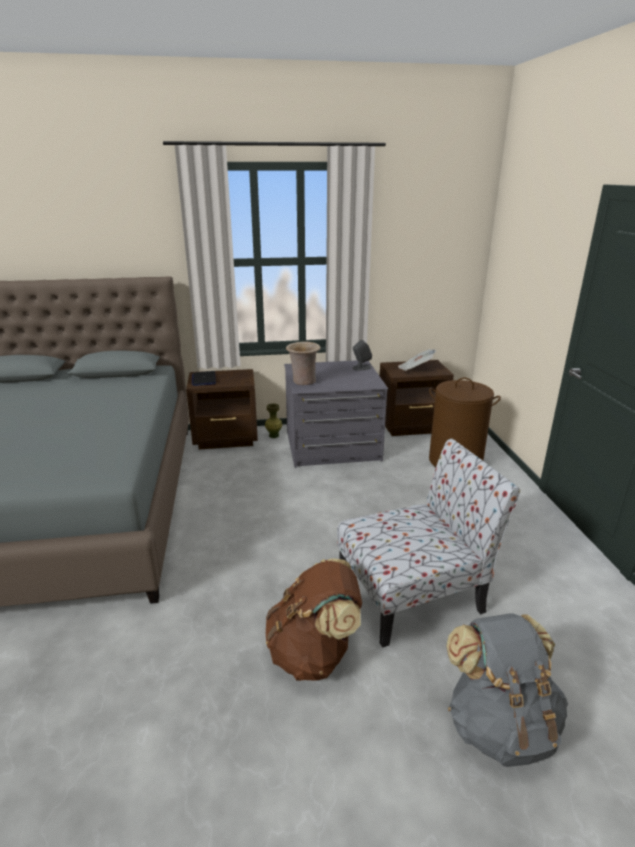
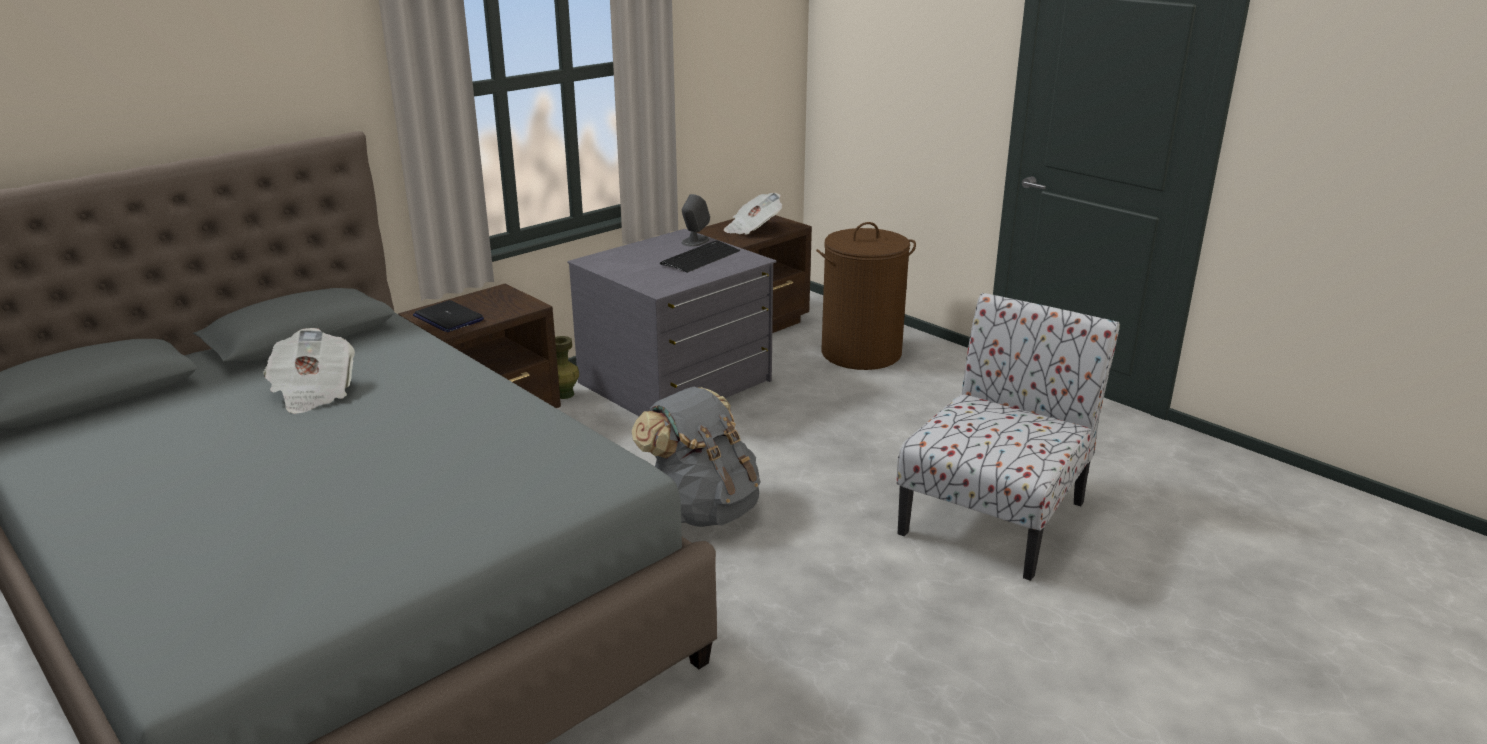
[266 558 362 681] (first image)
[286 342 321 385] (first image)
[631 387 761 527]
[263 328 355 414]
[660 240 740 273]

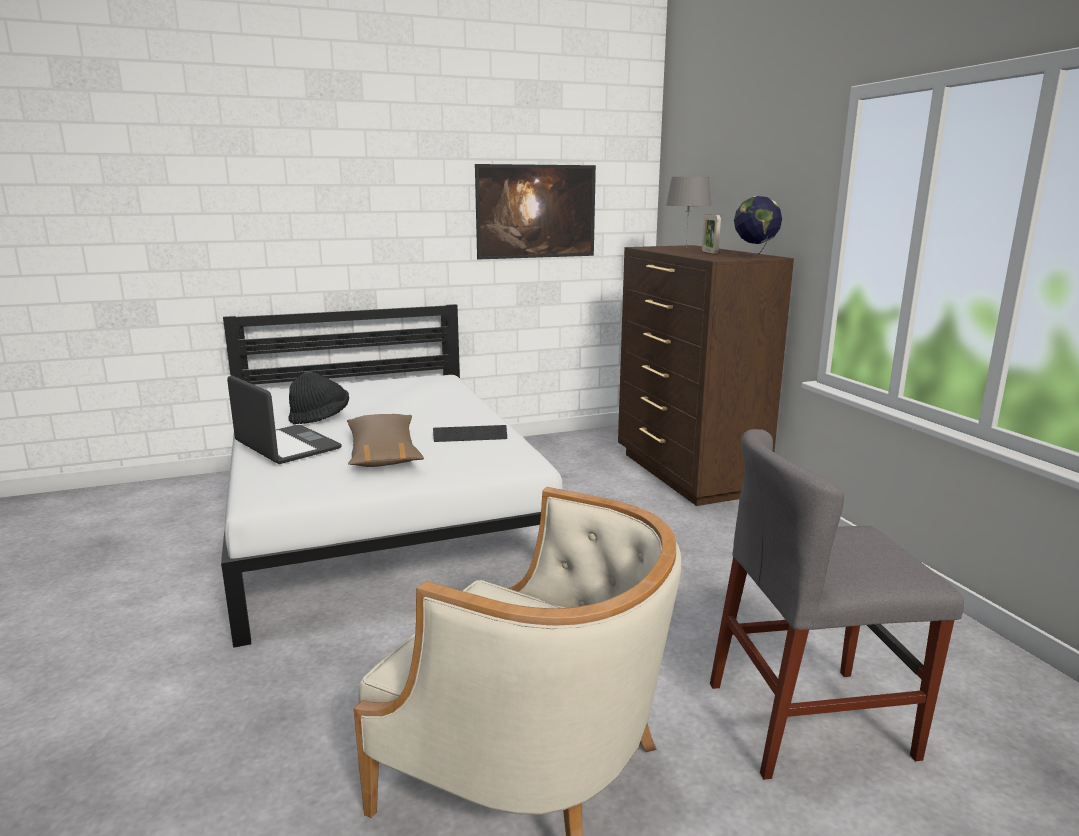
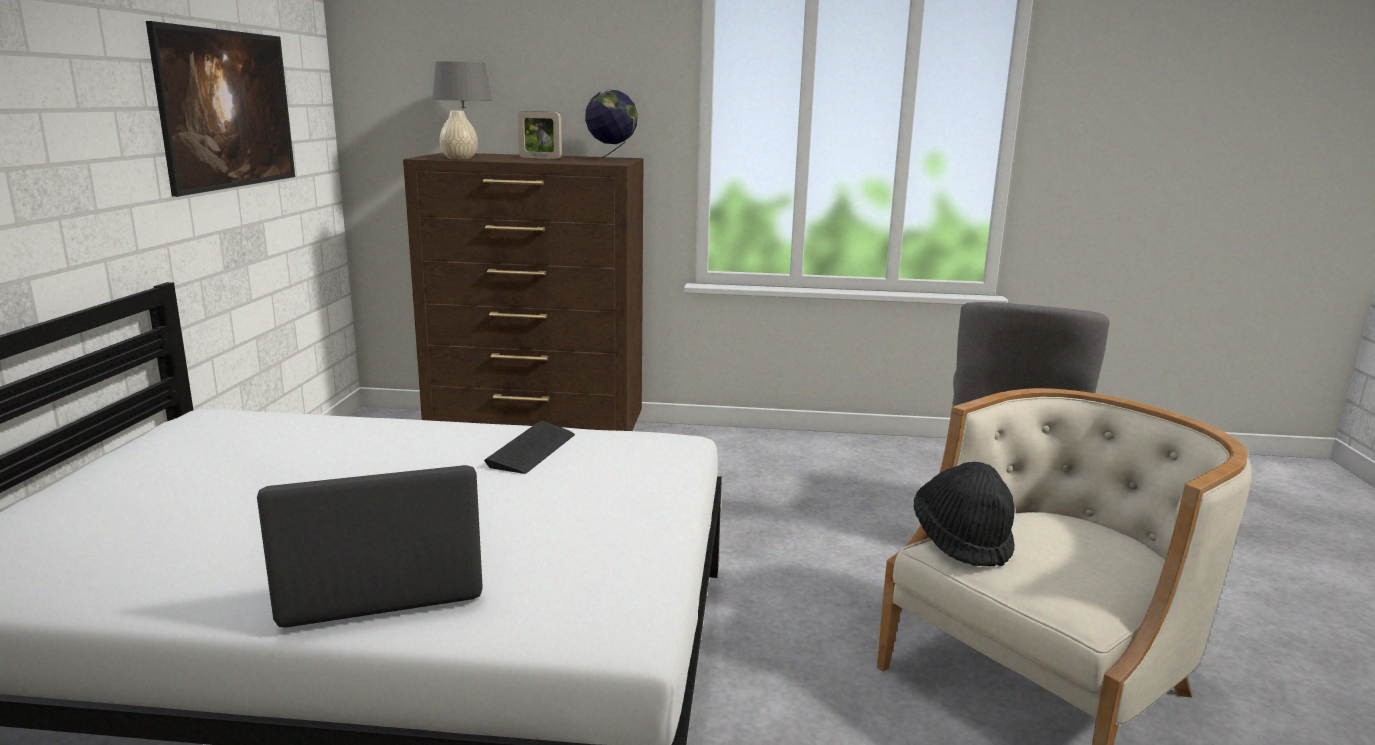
[914 462 1015 567]
[347 414 424 467] (first image)
[439 110 478 160]

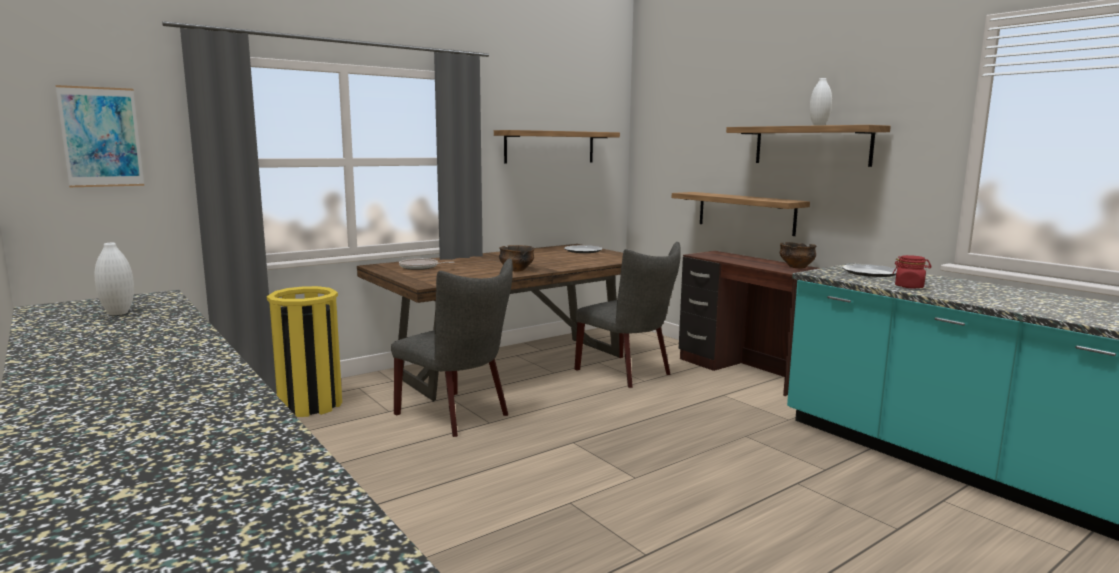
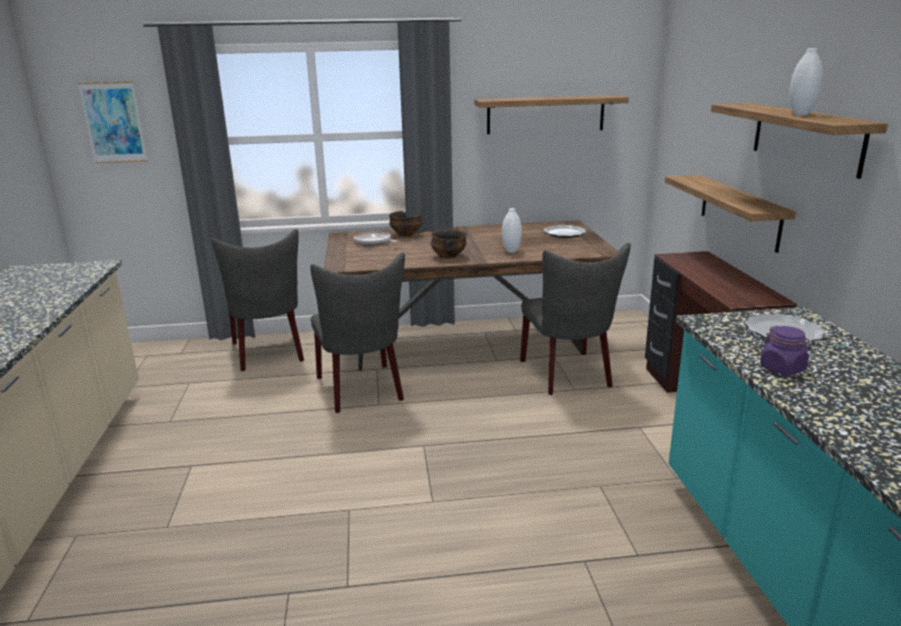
[502 208 522 253]
[212 229 304 371]
[389 211 422 237]
[760 326 812 376]

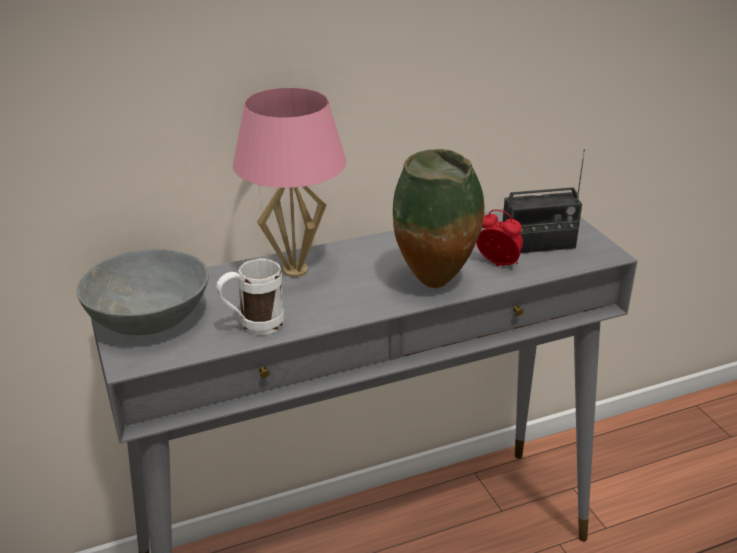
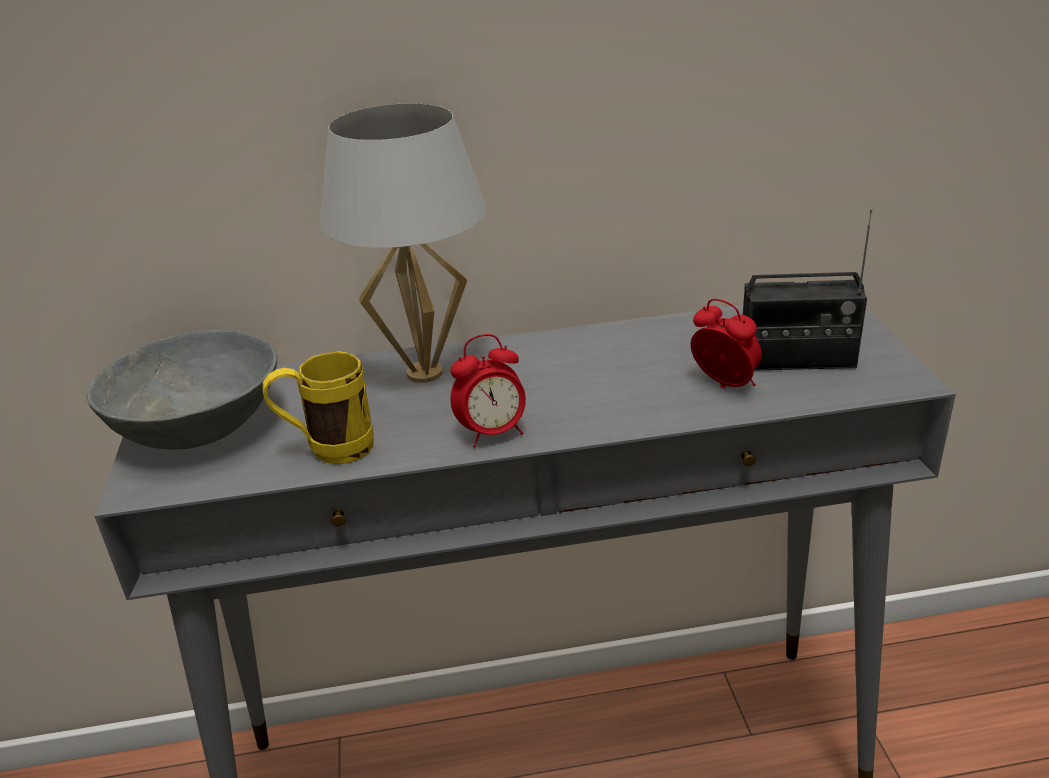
[262 351 374 464]
[319 103 487 383]
[393 149 484 288] (first image)
[450 334 526 448]

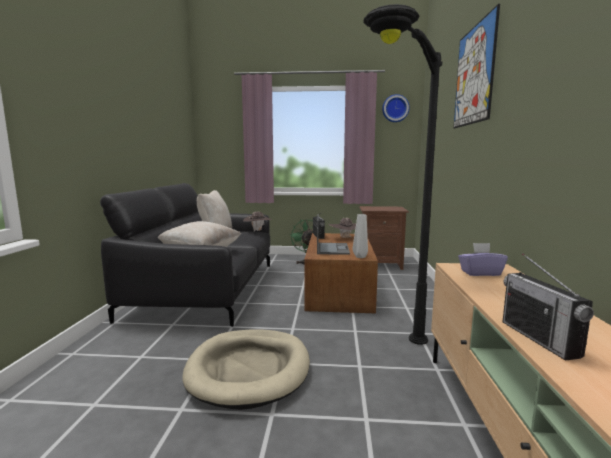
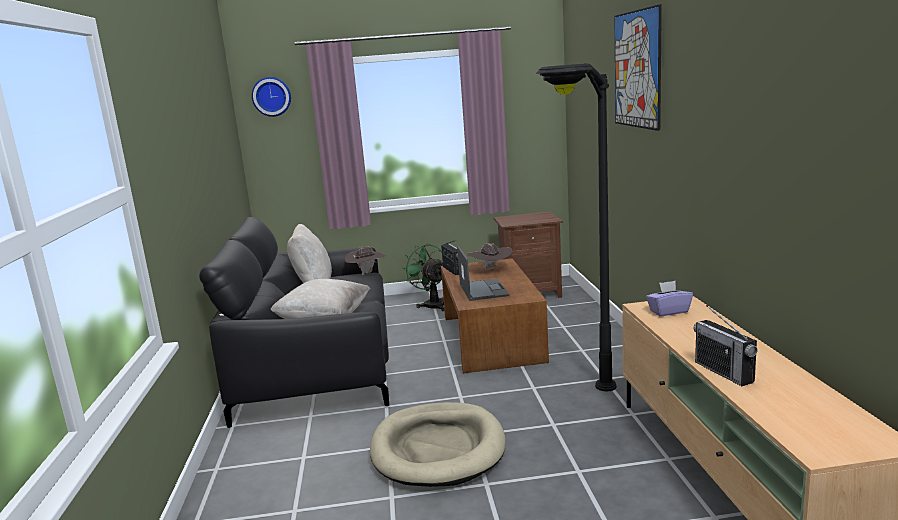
[352 214 368 258] (first image)
[252 77 291 117]

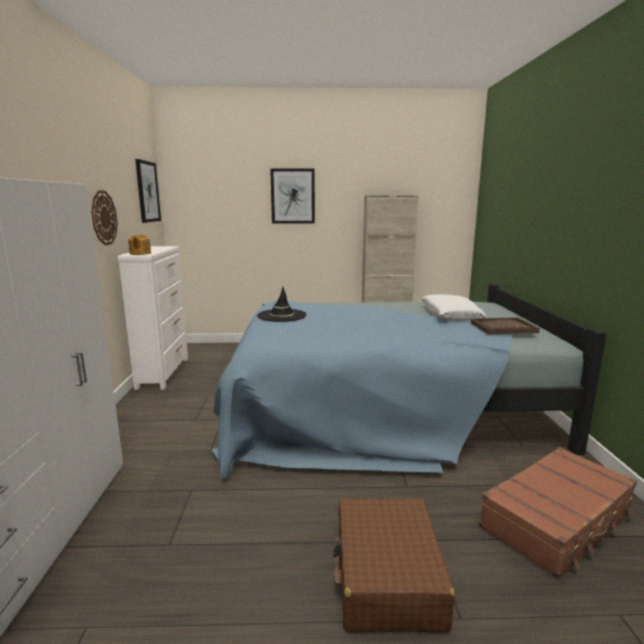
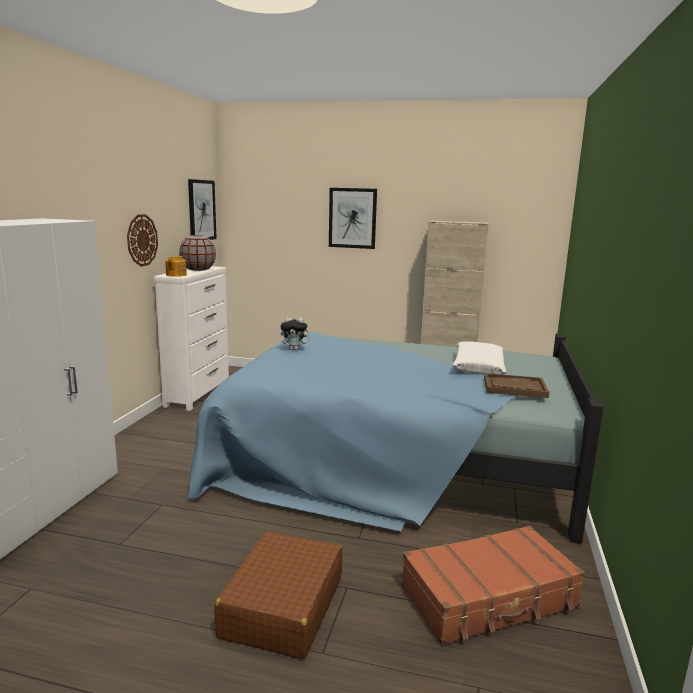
[280 317 311 350]
[179 235 216 271]

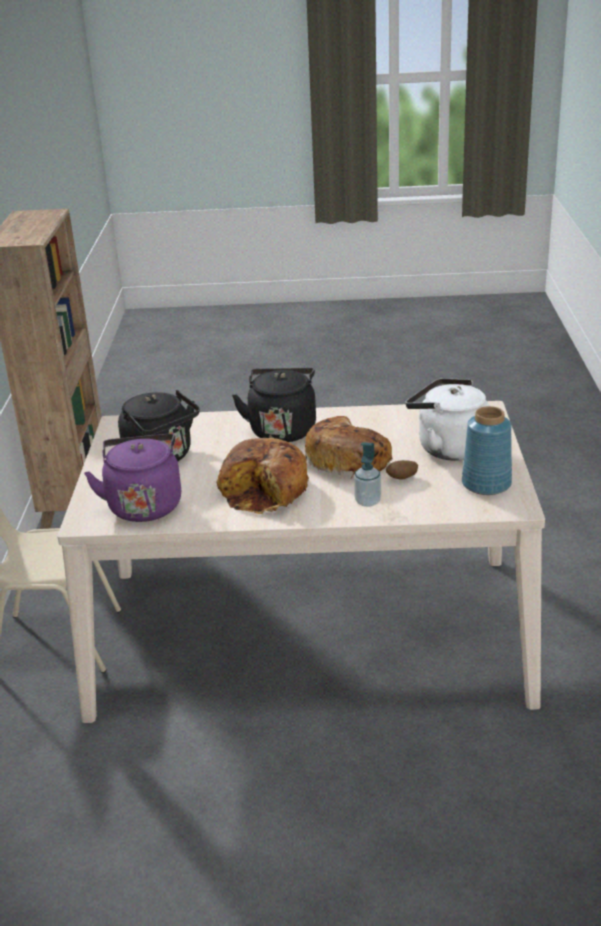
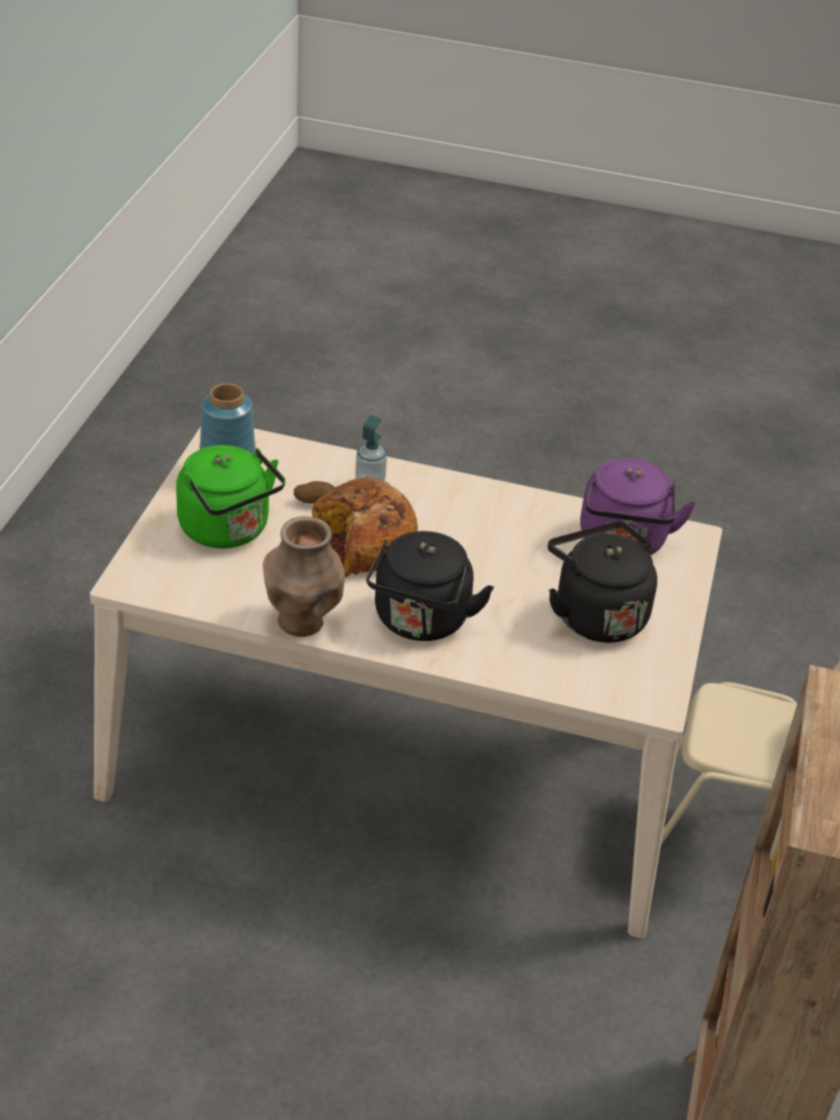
[216 438 309 514] (first image)
[176 445 285 548]
[263 516 345 637]

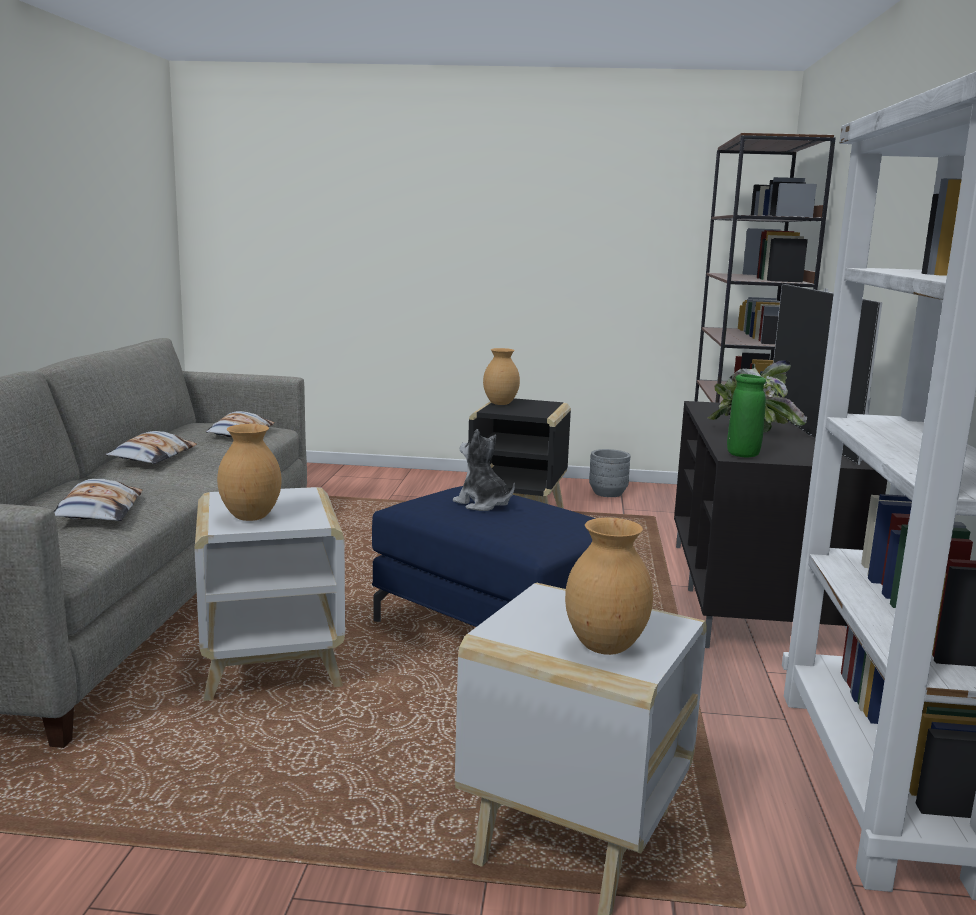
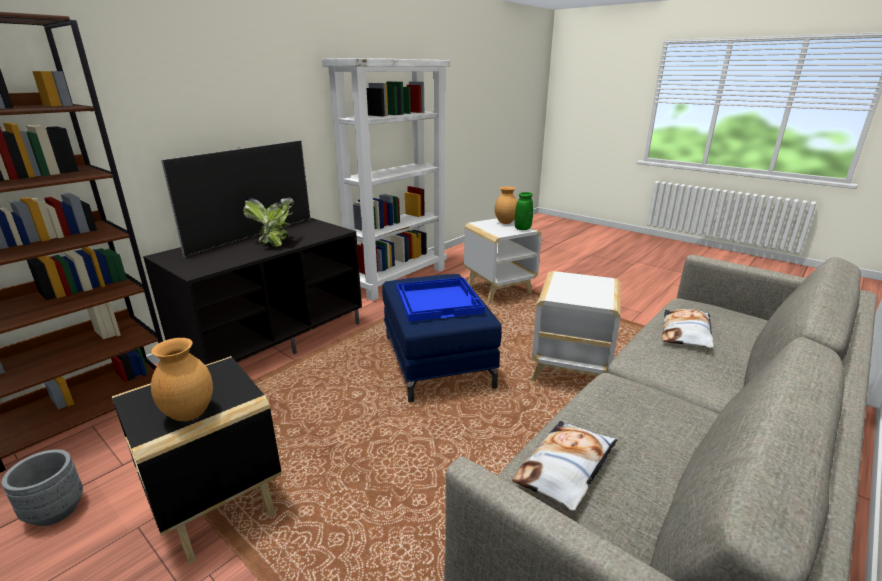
[106 431 197 464] (first image)
[217 424 281 521] (first image)
[397 277 485 322]
[515 192 533 230]

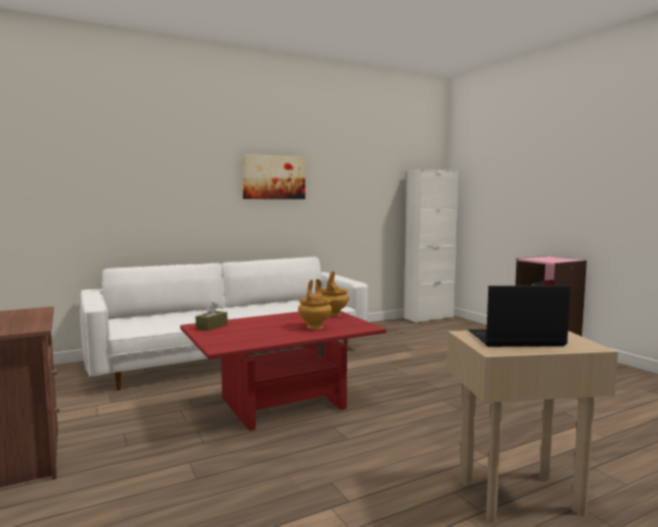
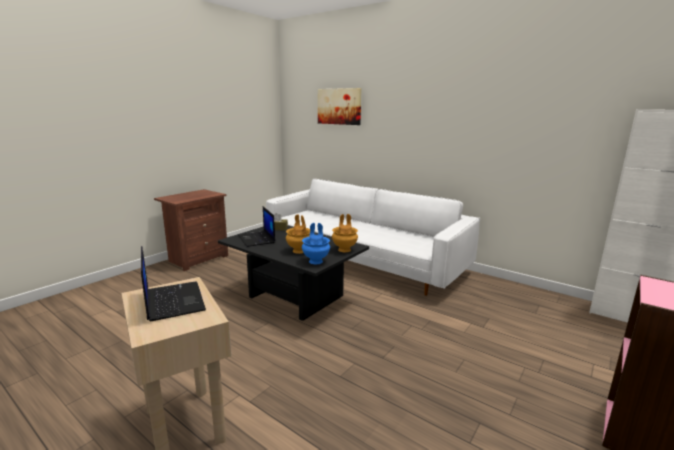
[218 226 369 321]
[318 88 362 125]
[238 207 275 247]
[302 223 330 264]

